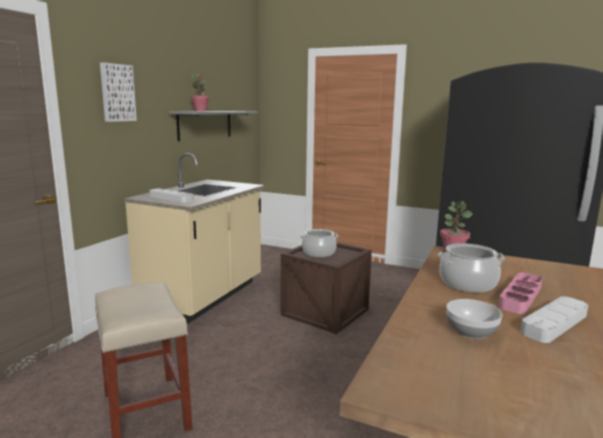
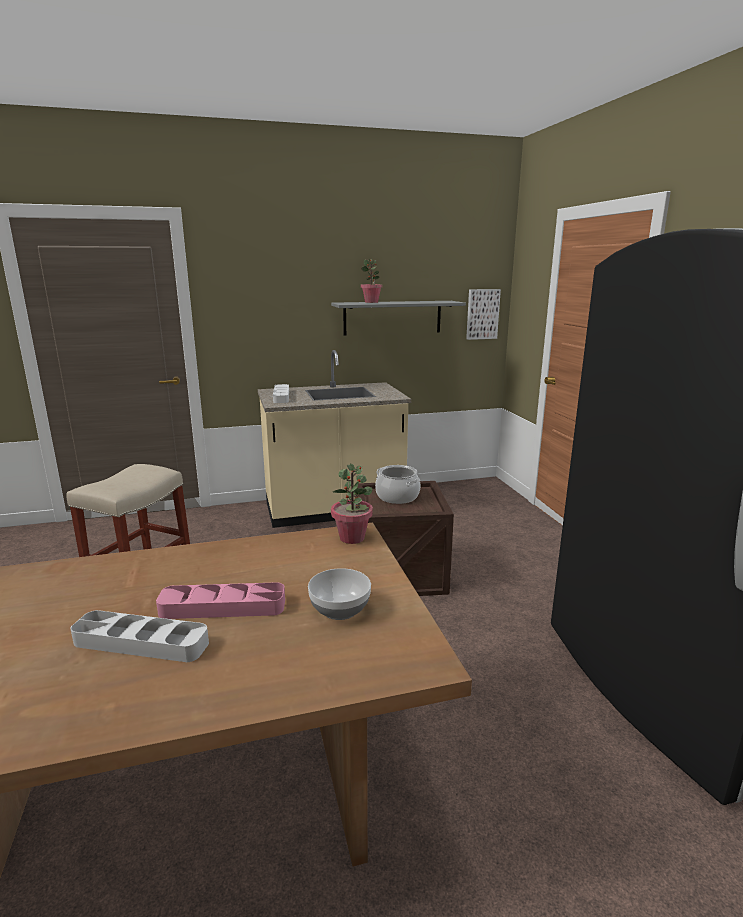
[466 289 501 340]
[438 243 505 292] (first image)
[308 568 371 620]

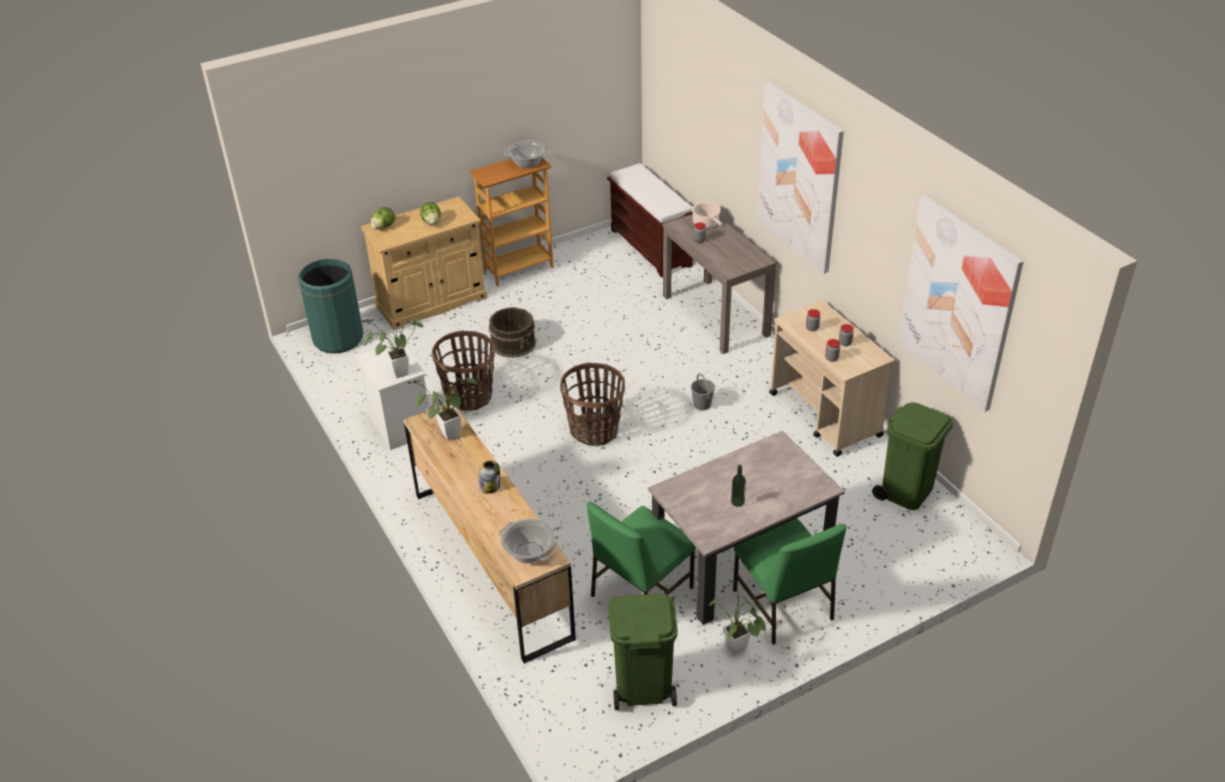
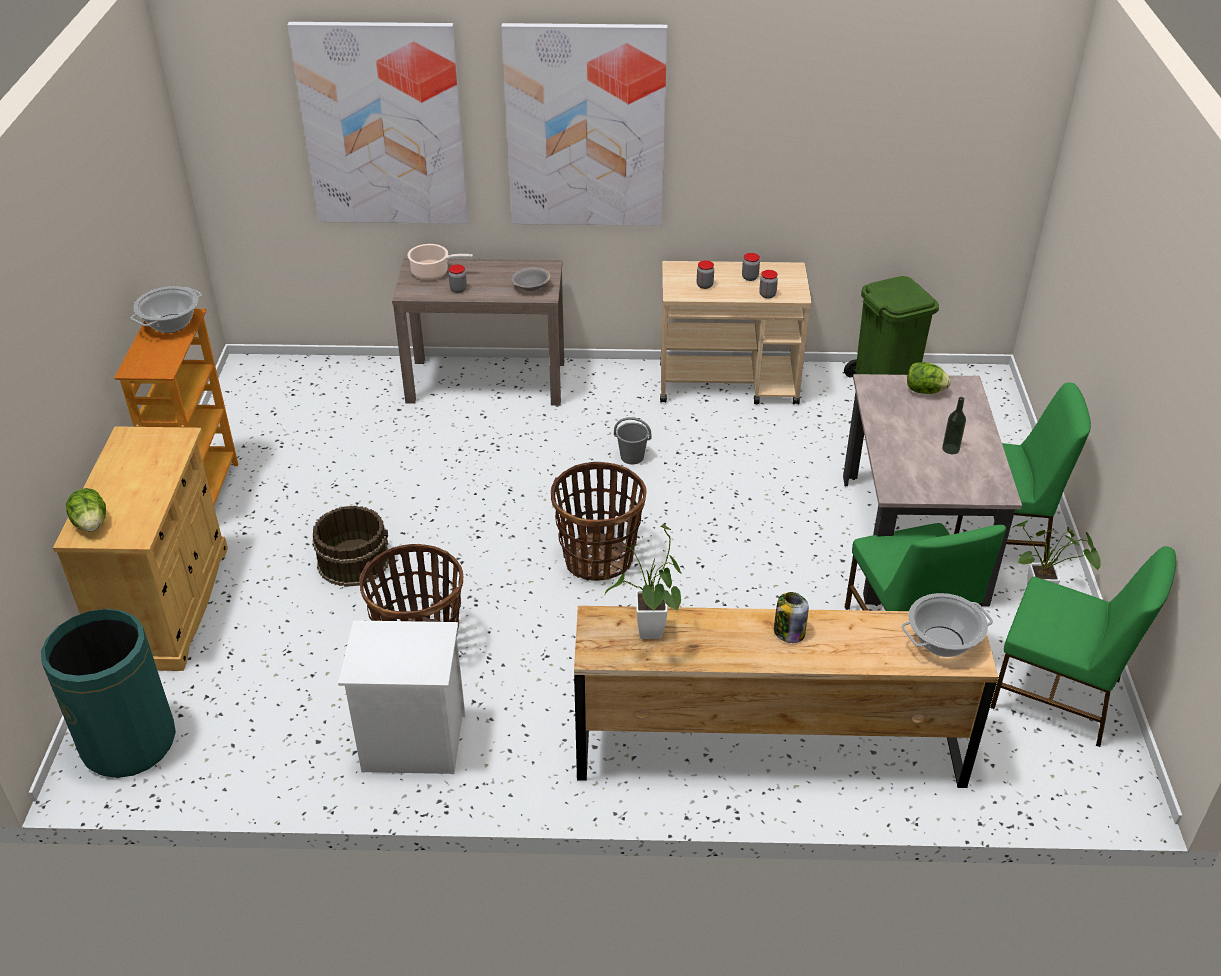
[362 319 424 378] (first image)
[907 362 951 394]
[607 163 693 278] (first image)
[990 546 1176 747]
[288 22 469 224]
[511 267 551 291]

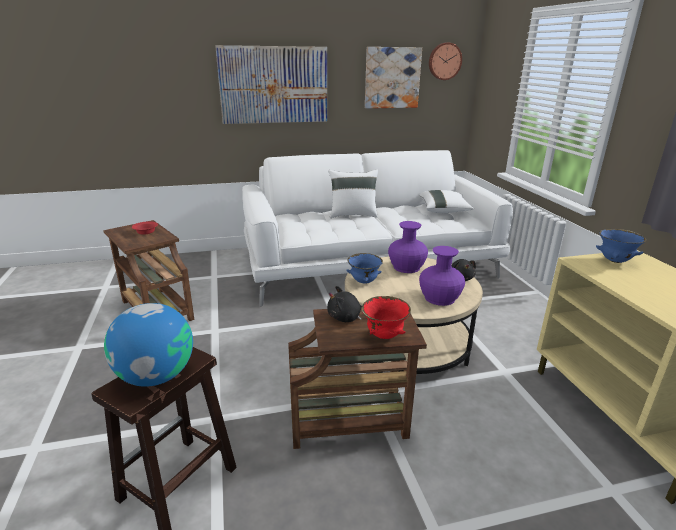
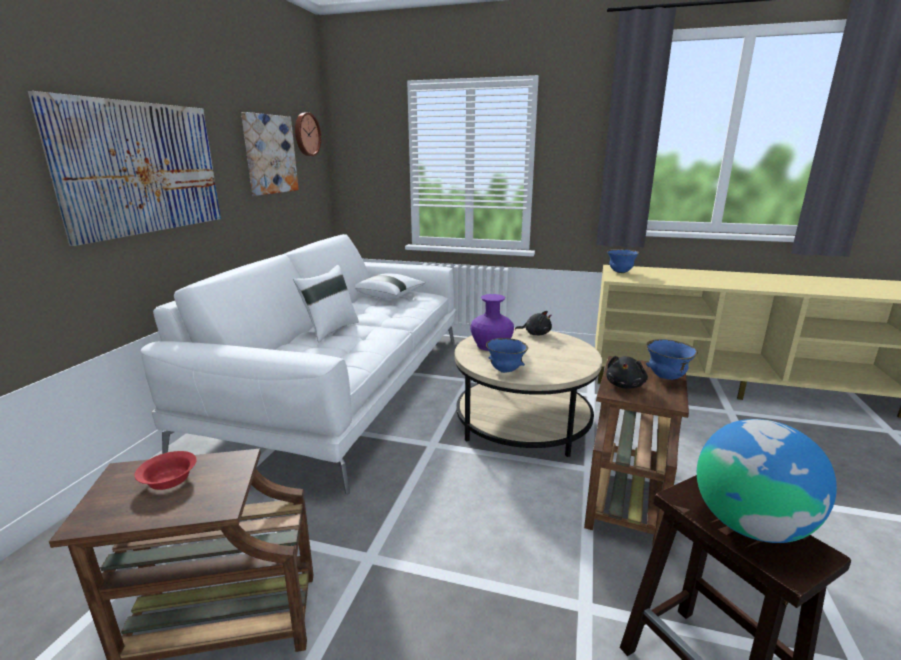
[646 339 698 380]
[419 246 465 306] (first image)

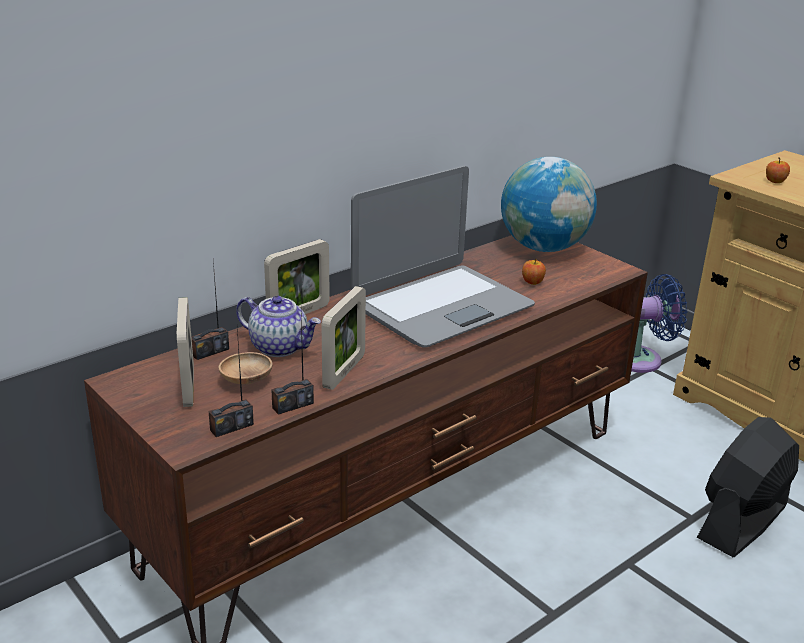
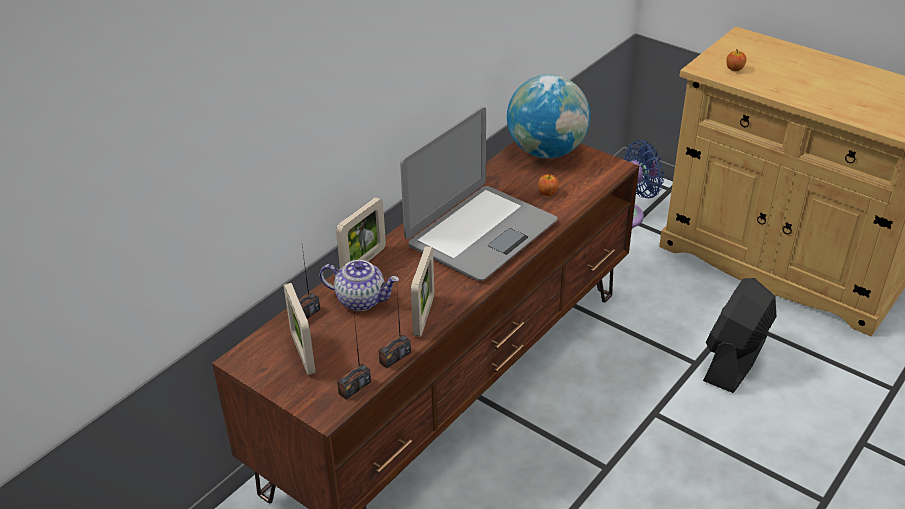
[218 352 272 384] (first image)

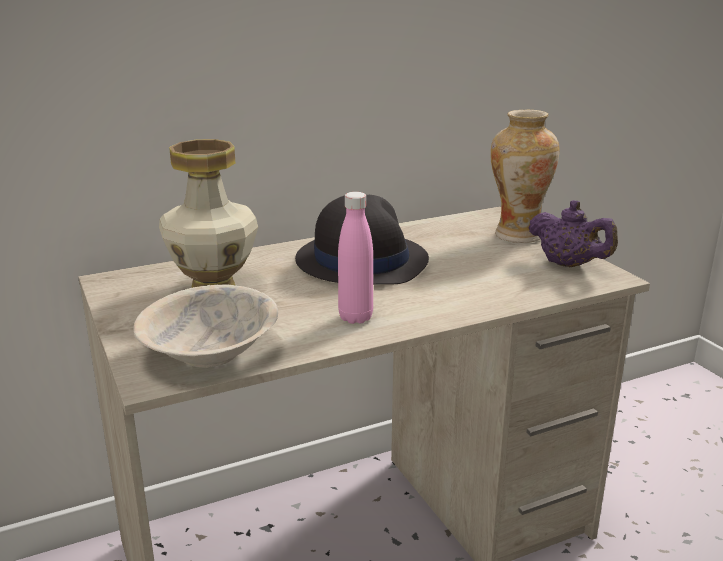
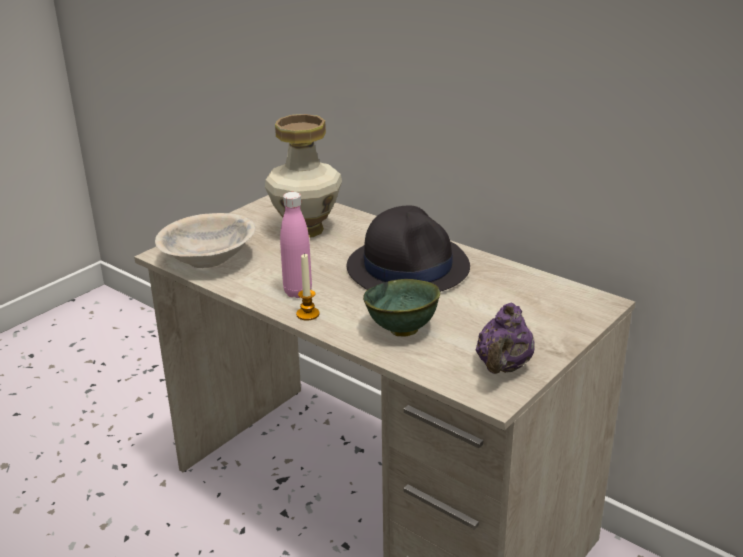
[490 110 560 243] (first image)
[296 254 320 320]
[363 279 440 337]

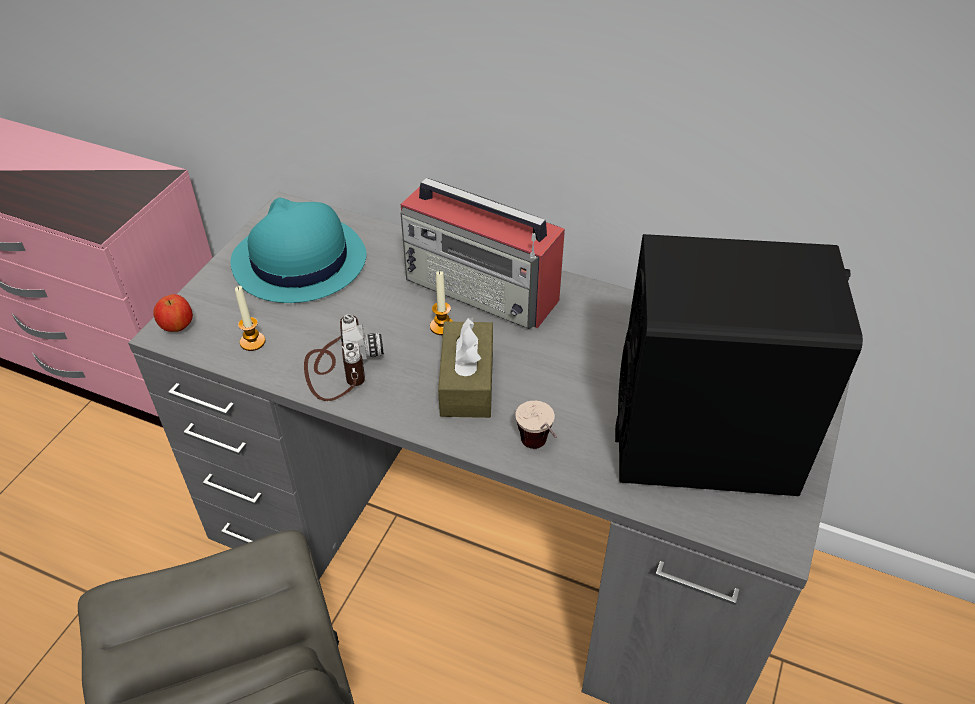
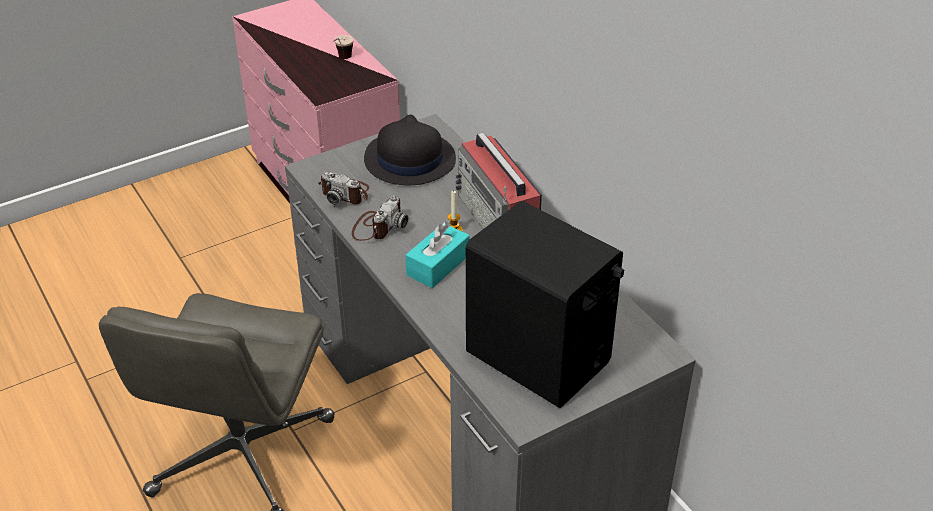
[153 294 193 332] (first image)
[364 115 456 185]
[318 171 369 204]
[405 222 470 288]
[334 35 354 59]

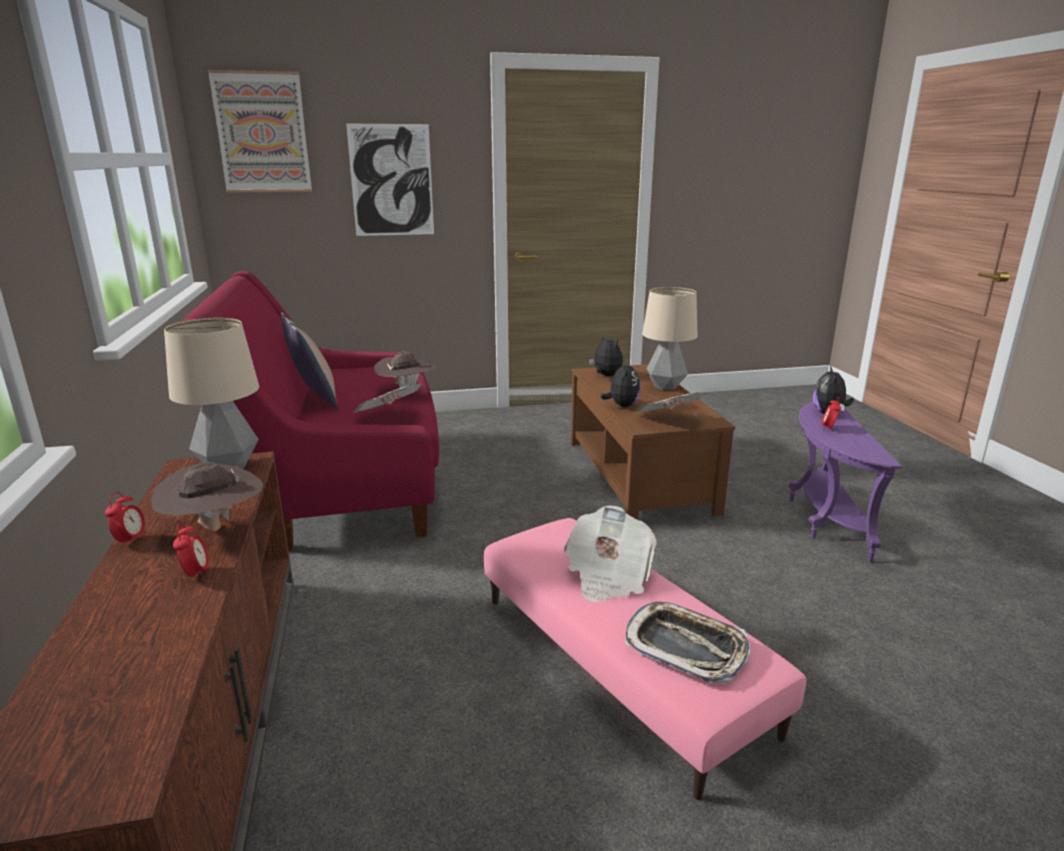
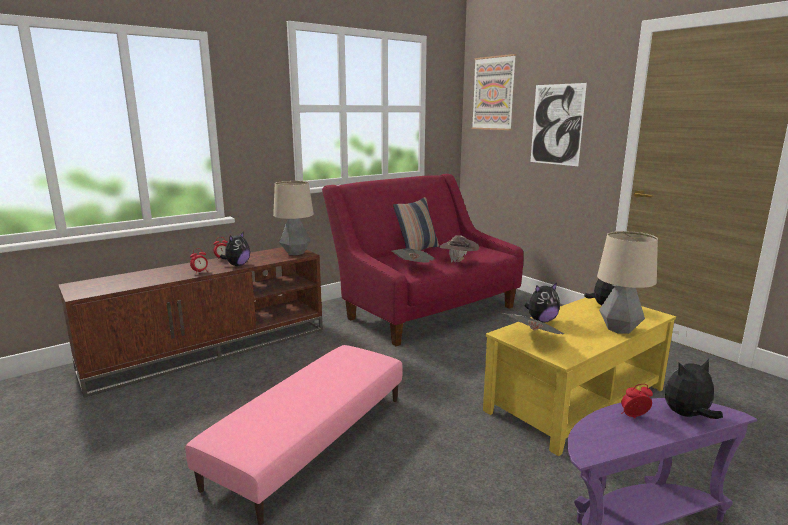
[220 231 250 266]
[564 506 657 602] (first image)
[483 297 676 456]
[625 602 751 683] (first image)

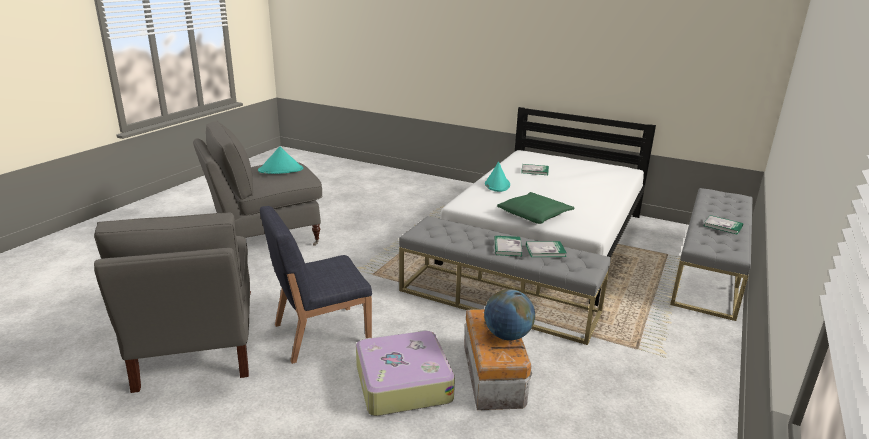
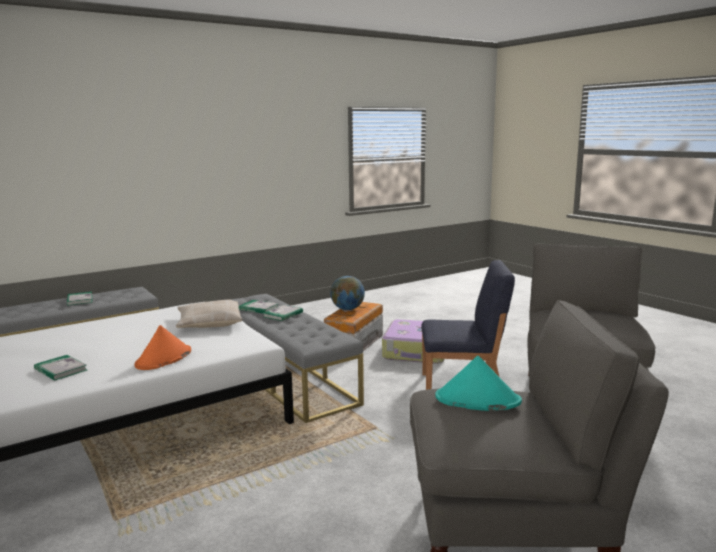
[135 325 191 370]
[176 300 242 328]

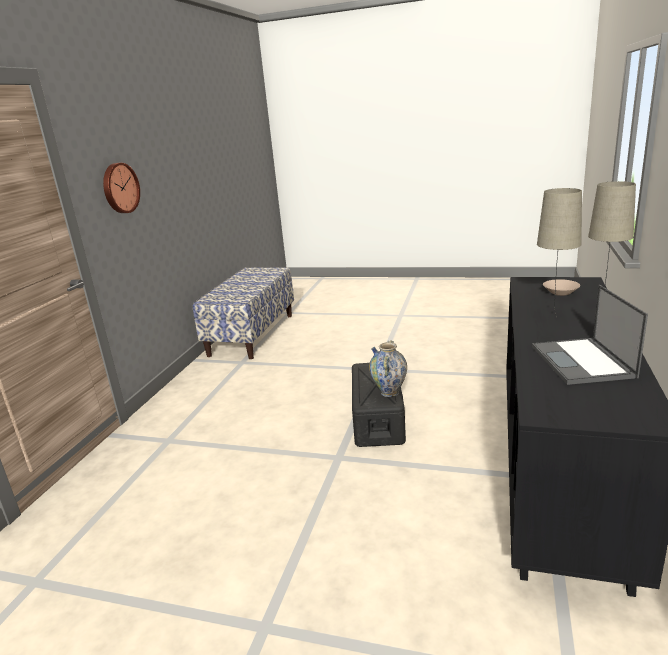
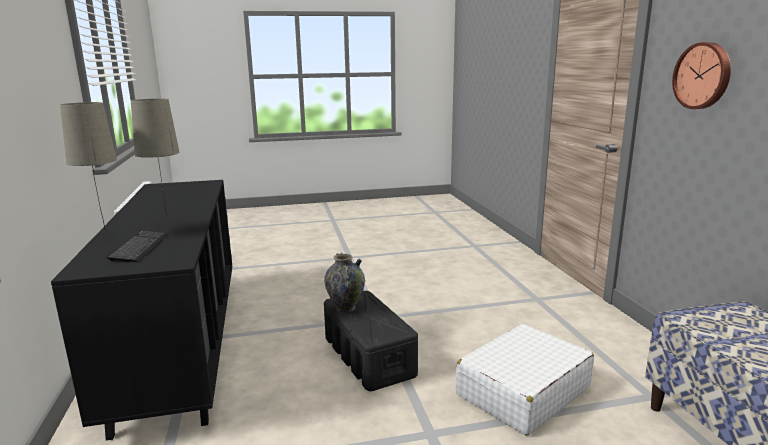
[532 285 648 385] (first image)
[106 230 169 262]
[456 324 594 436]

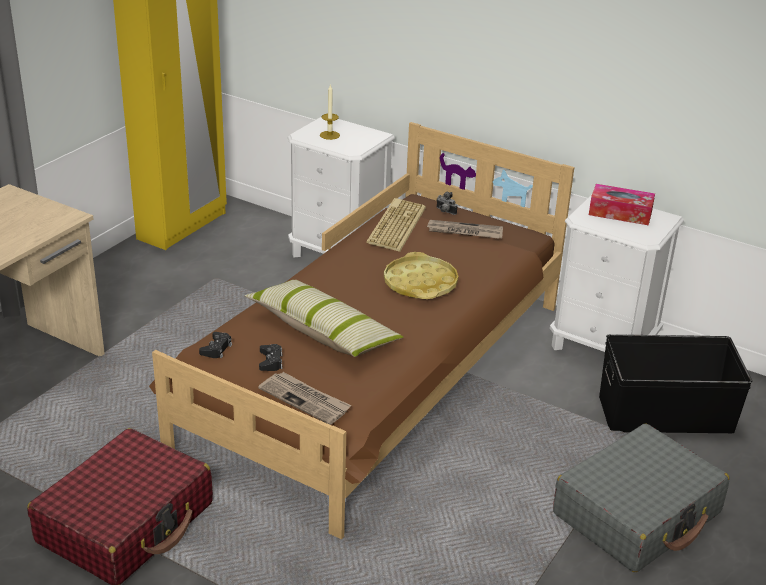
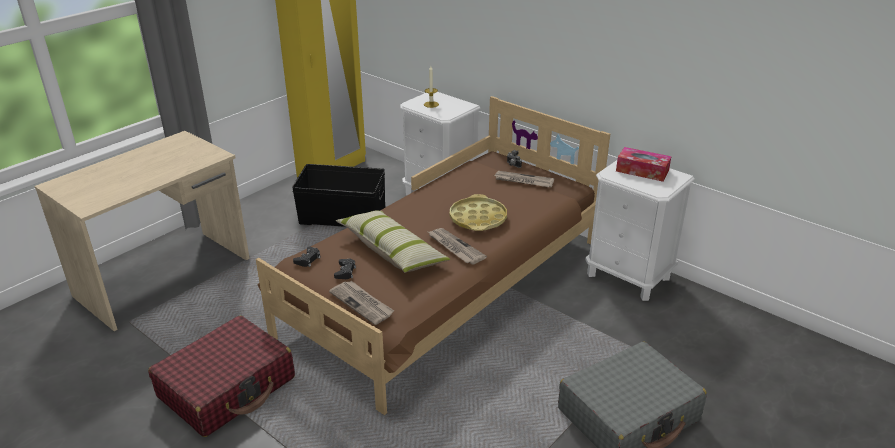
[366 198 426 252] (first image)
[292 164 385 227]
[428 228 487 264]

